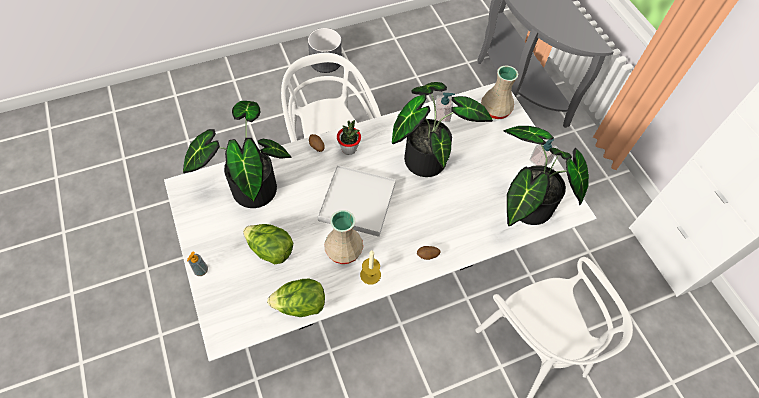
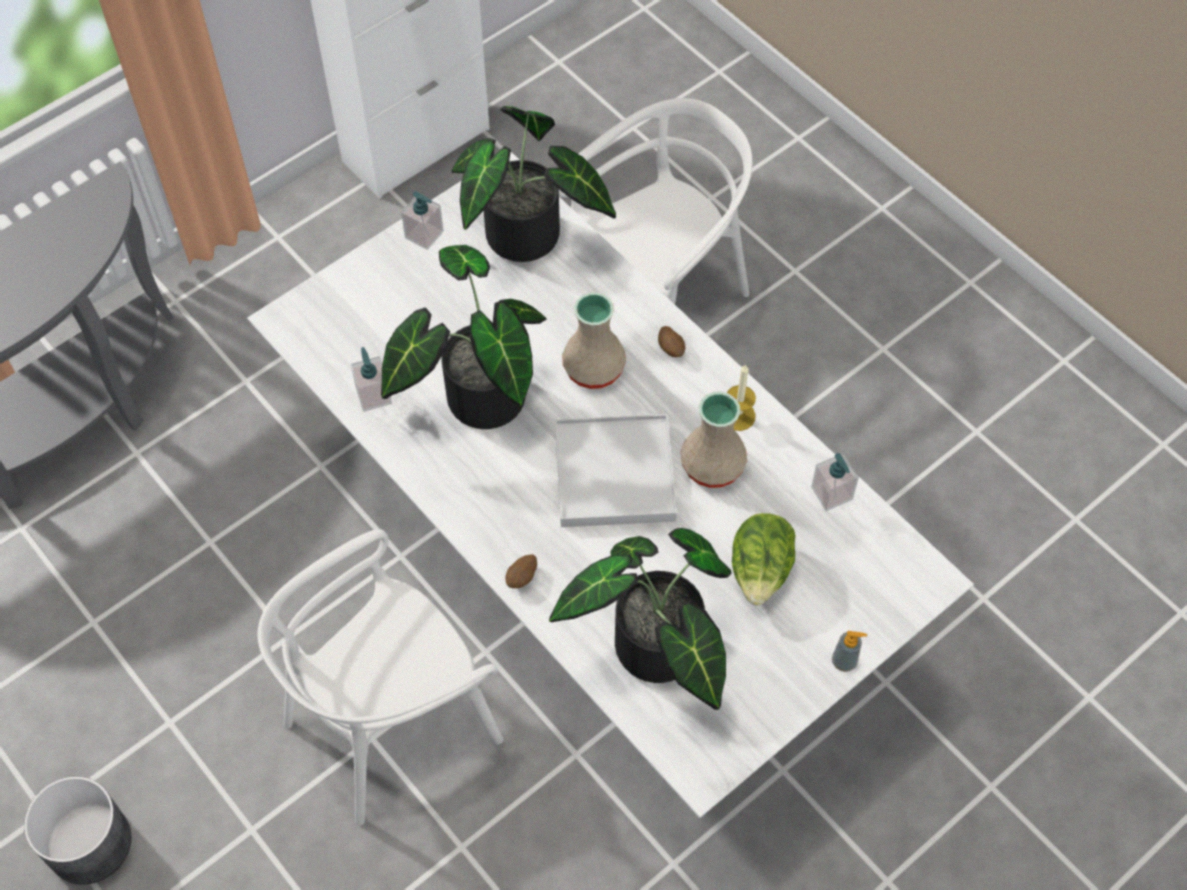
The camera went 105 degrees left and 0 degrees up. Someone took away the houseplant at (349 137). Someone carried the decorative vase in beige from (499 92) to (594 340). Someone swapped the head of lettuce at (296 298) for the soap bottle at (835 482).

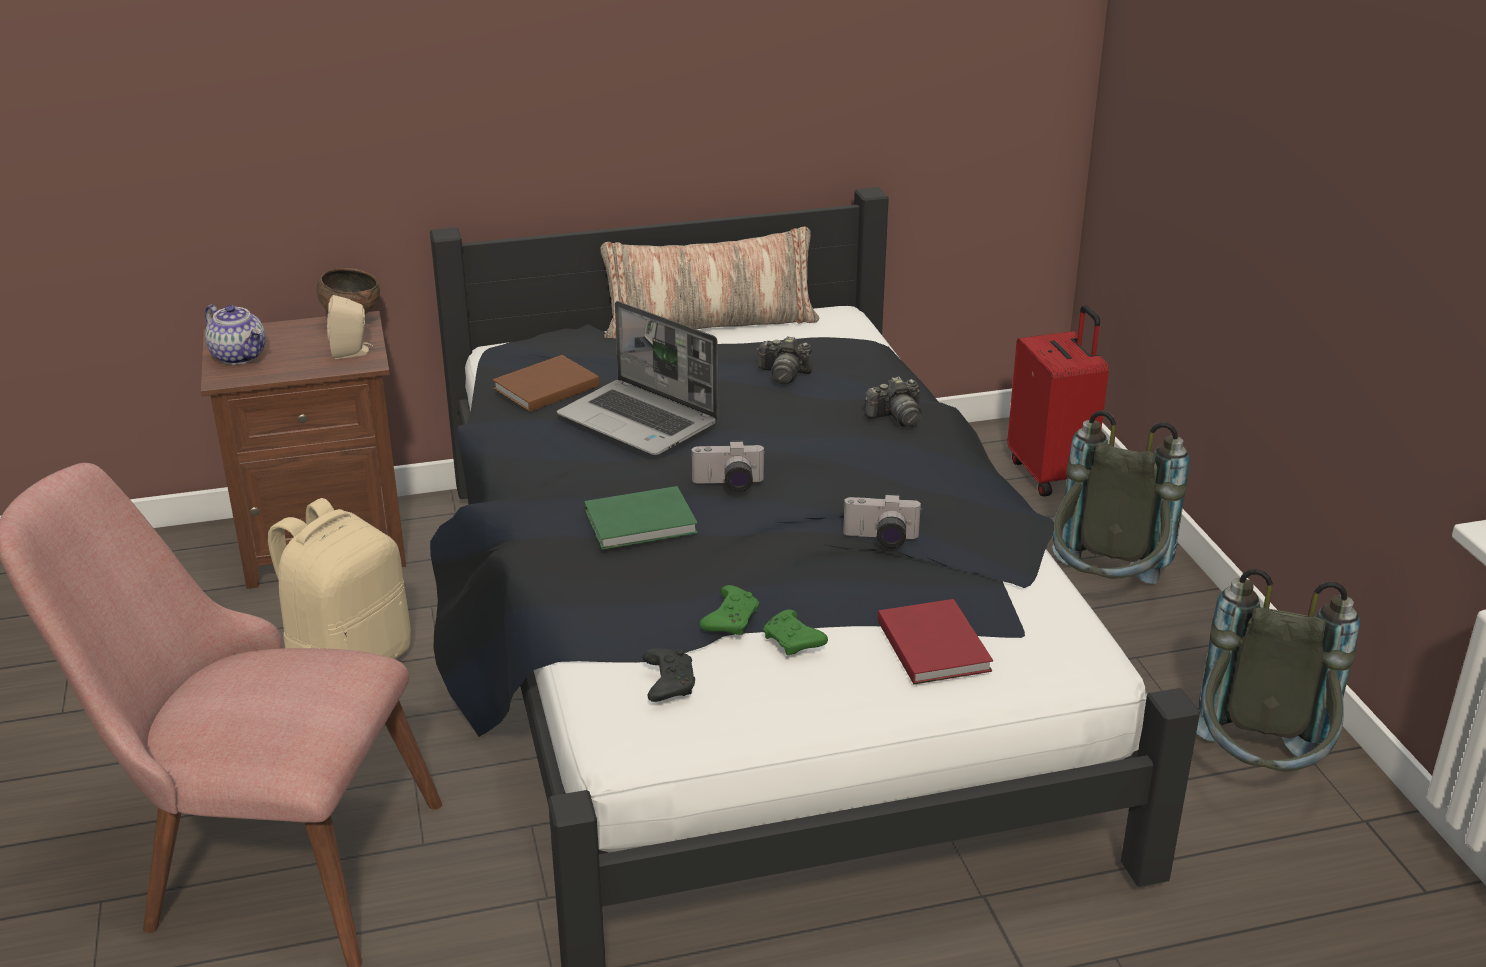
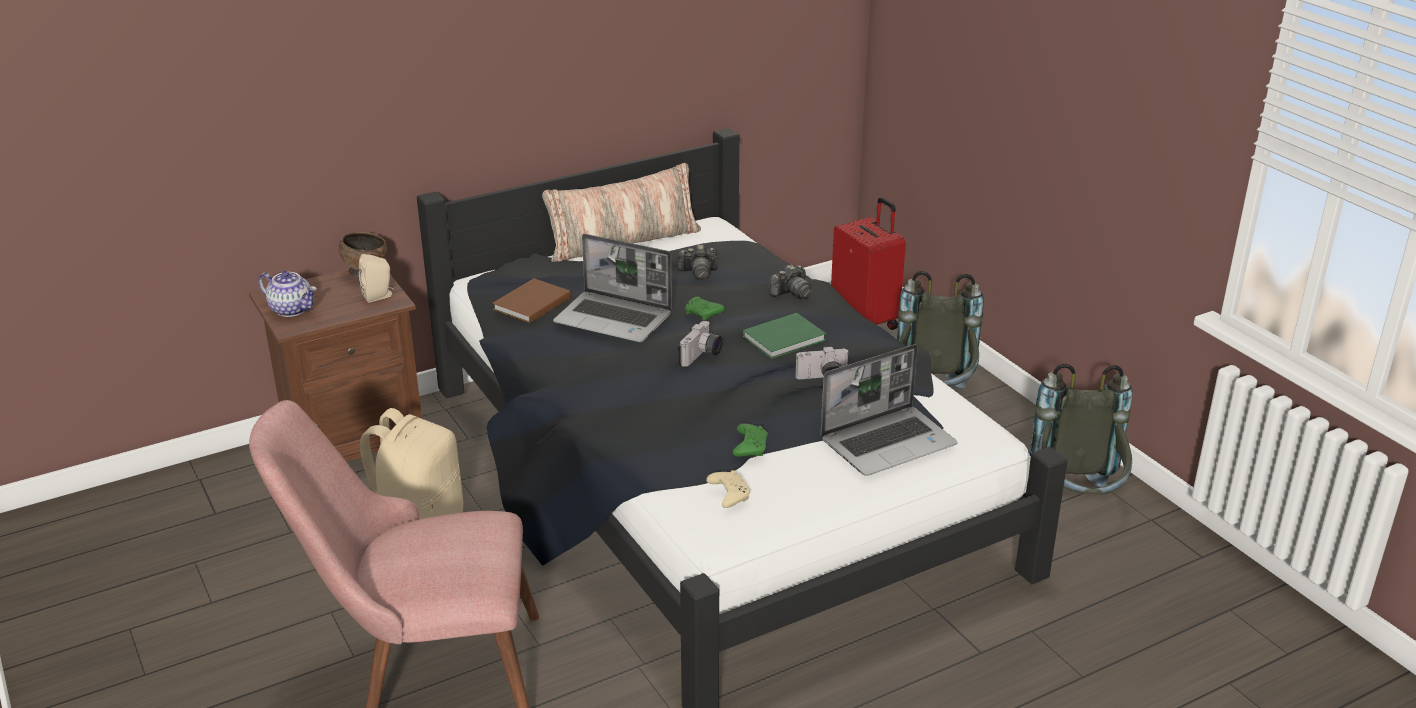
The camera went 15 degrees left and 0 degrees up. Someone carried the bound book in green from (641 518) to (784 336). Someone carried the game controller in green from (795 632) to (705 308). Someone swapped the bound book in reddish at (935 641) for the notebook computer at (889 410). Someone repainted the game controller in black-coloured at (668 675), which became the game controller in beige at (728 489). Someone rotated the still camera at (728 466) by 45 degrees counterclockwise.

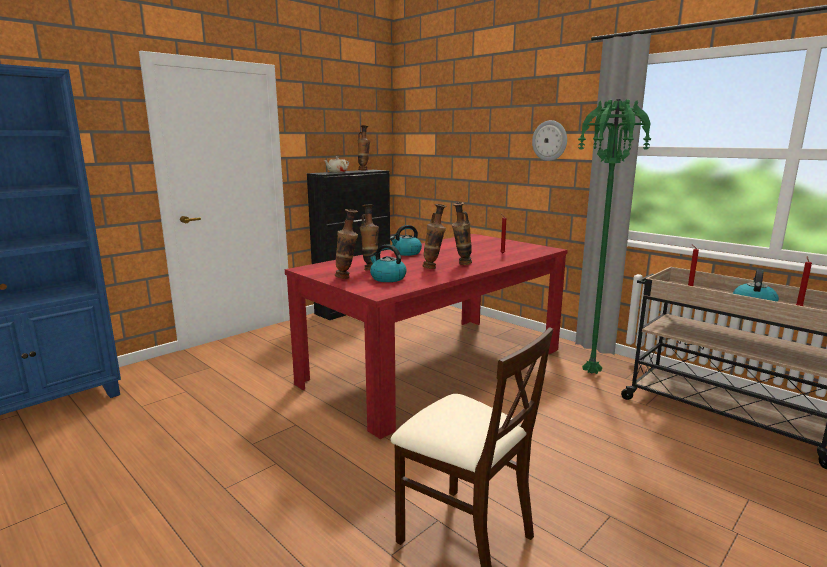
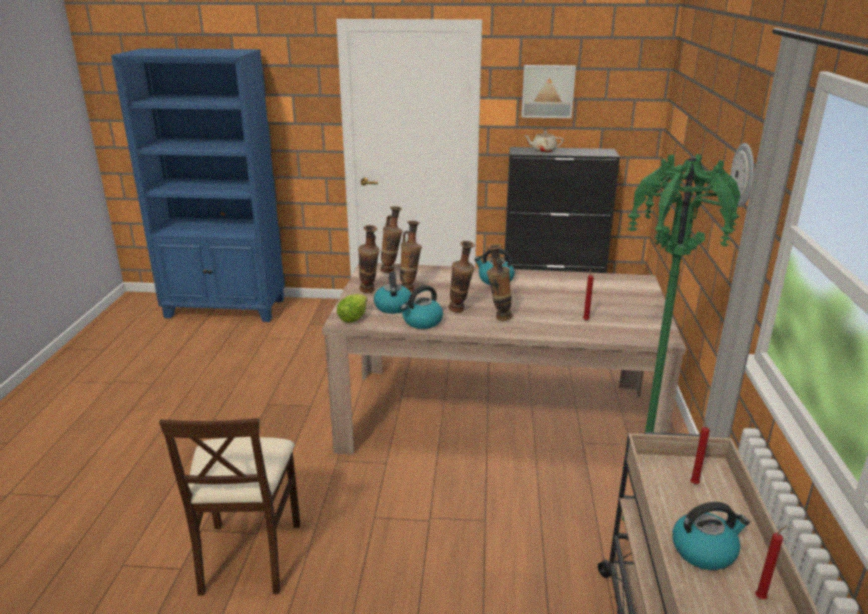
The camera went 50 degrees right and 10 degrees up. Someone put down the head of lettuce at (352 308). Someone put down the water kettle at (422 307). Someone put up the picture at (548 91). Someone carried the decorative vase from (364 148) to (391 239). Someone repainted the dinner table in reddish at (426 336), which became the dinner table in beige at (504 359).

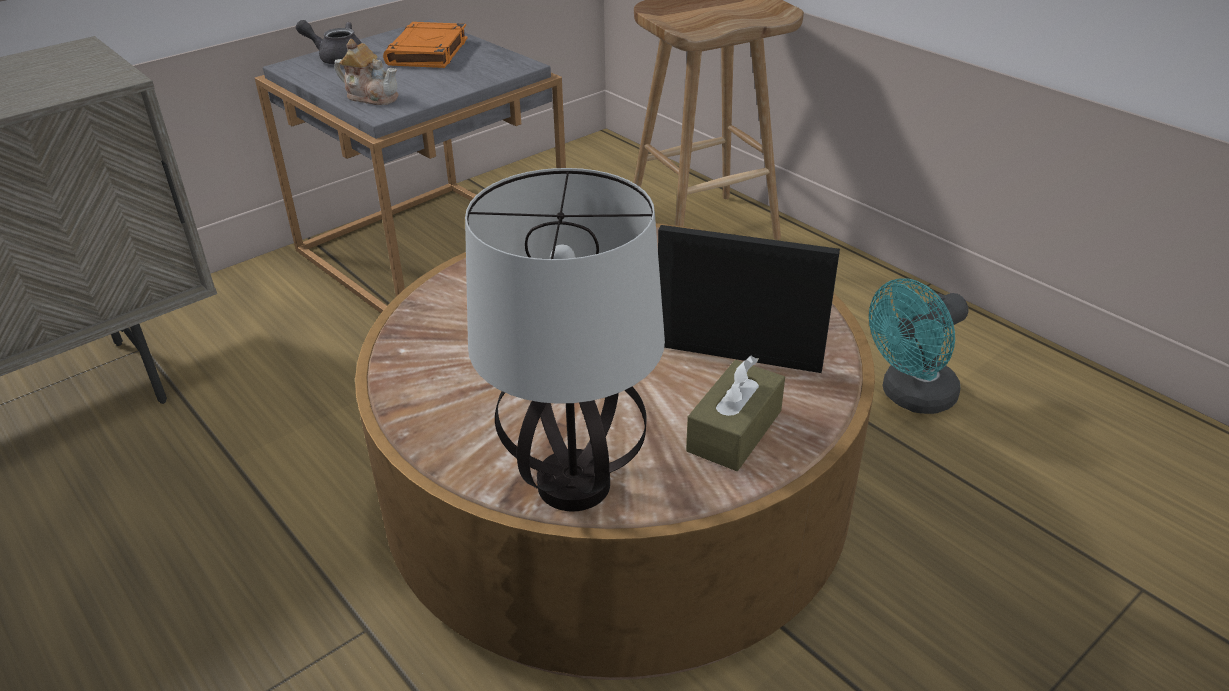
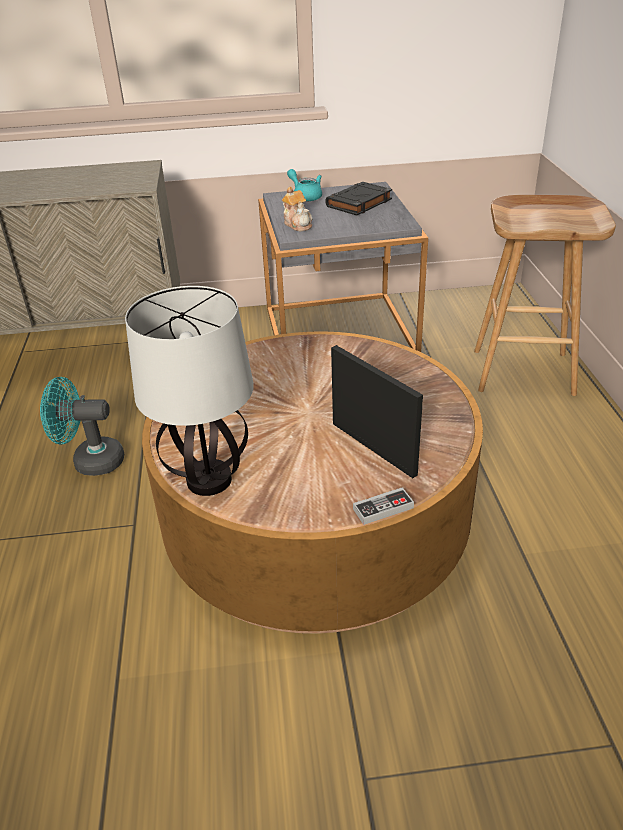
The camera went 35 degrees right and 0 degrees up. Someone took away the tissue holder in brown at (735 413). Someone put down the game controller at (383 506). Someone carried the cooling fan in blue-green from (918 346) to (82 426). Someone repainted the teapot in gray at (328 42), which became the teapot in blue-green at (304 185). Someone repainted the bound book in orange-coloured at (425 45), which became the bound book in black-coloured at (358 199).

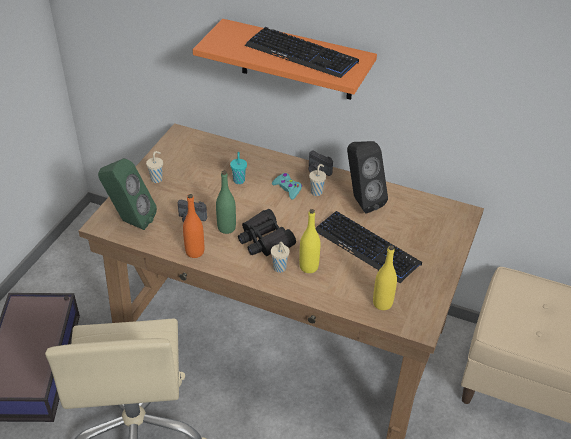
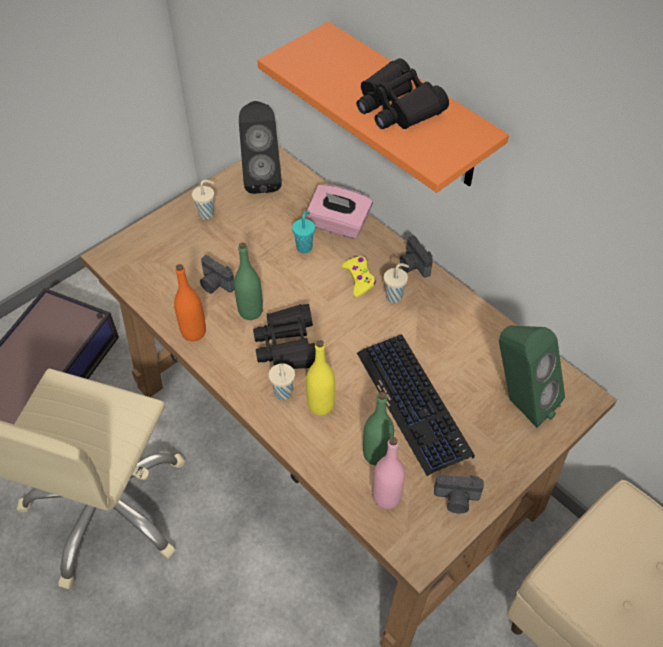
The camera went 25 degrees right and 10 degrees up. Someone put down the tissue holder in pinkish at (340 211). Someone put down the drink bottle in green at (378 429). Someone put down the still camera at (459 493). Someone carried the audio speaker in green from (127 194) to (532 377). Someone carried the audio speaker in black-coloured from (367 177) to (260 147). Someone swapped the computer keyboard at (302 52) for the binoculars in black-coloured at (403 93). Someone repainted the game controller in blue-green at (287 186), which became the game controller in yellow-coloured at (359 276). Someone repainted the drink bottle in yellow-coloured at (385 277), which became the drink bottle in pinkish at (388 473).

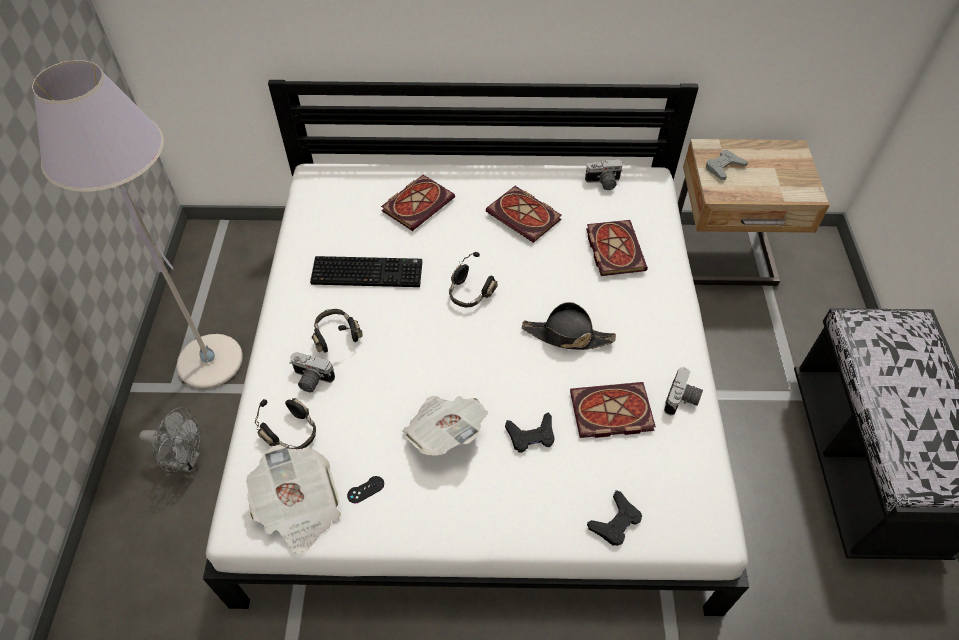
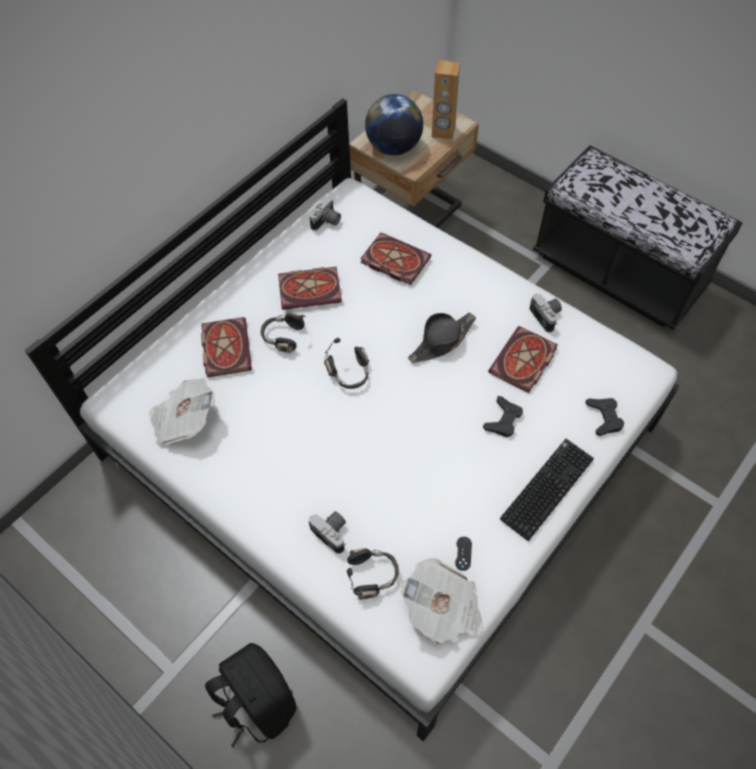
The camera went 50 degrees left and 5 degrees up. Someone took away the floor lamp in gray at (137 224). Someone put down the audio speaker in brown at (446 100). Someone carried the computer keyboard from (366 271) to (547 490). Someone carried the headset in black-coloured from (337 331) to (283 333). Someone carried the printed paper from (445 426) to (182 411). Someone swapped the cooling fan in gray at (170 440) for the backpack in black-coloured at (250 695). Someone swapped the game controller in gray at (727 165) for the desk globe at (394 124). Someone rotated the still camera at (312 372) by 105 degrees counterclockwise.

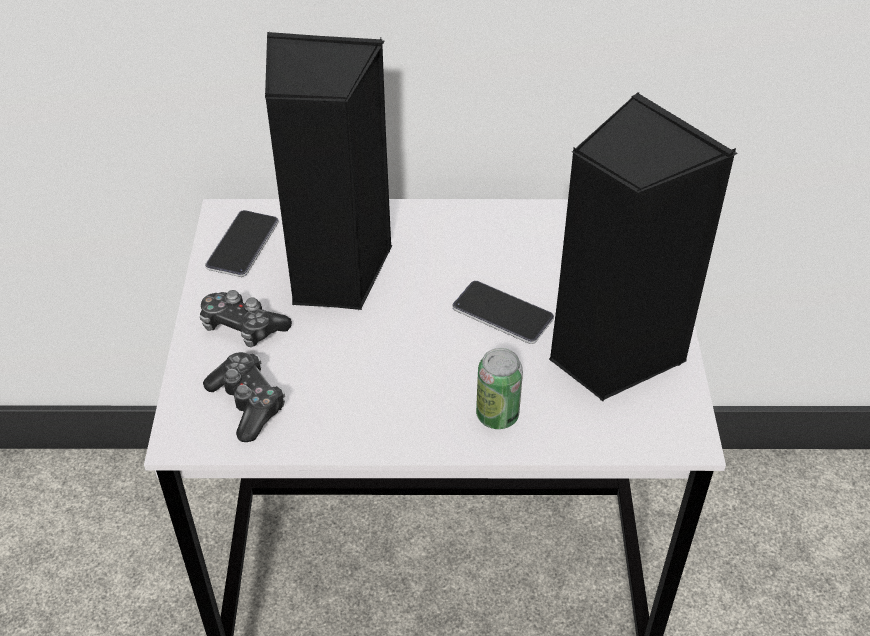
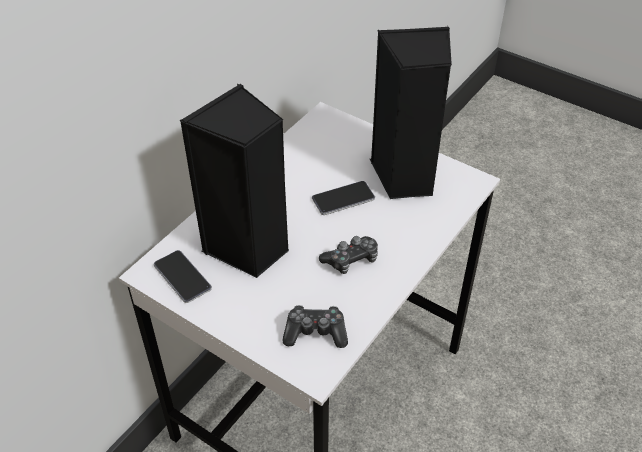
The camera went 55 degrees left and 0 degrees up. Someone took away the sealed can at (499 388). Someone carried the game controller from (246 318) to (348 255).

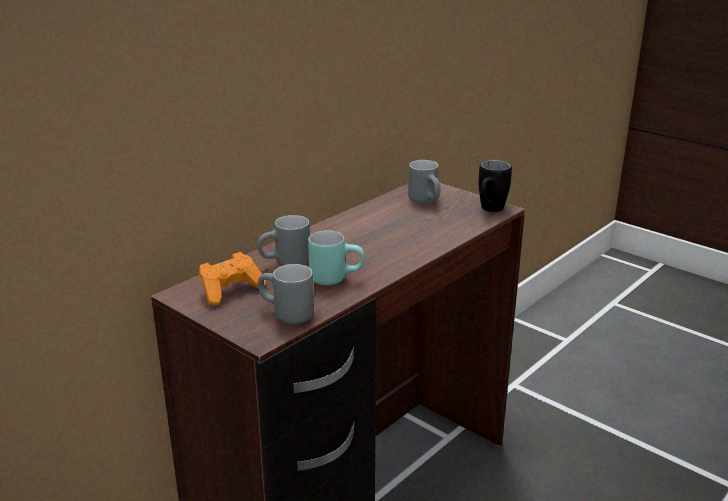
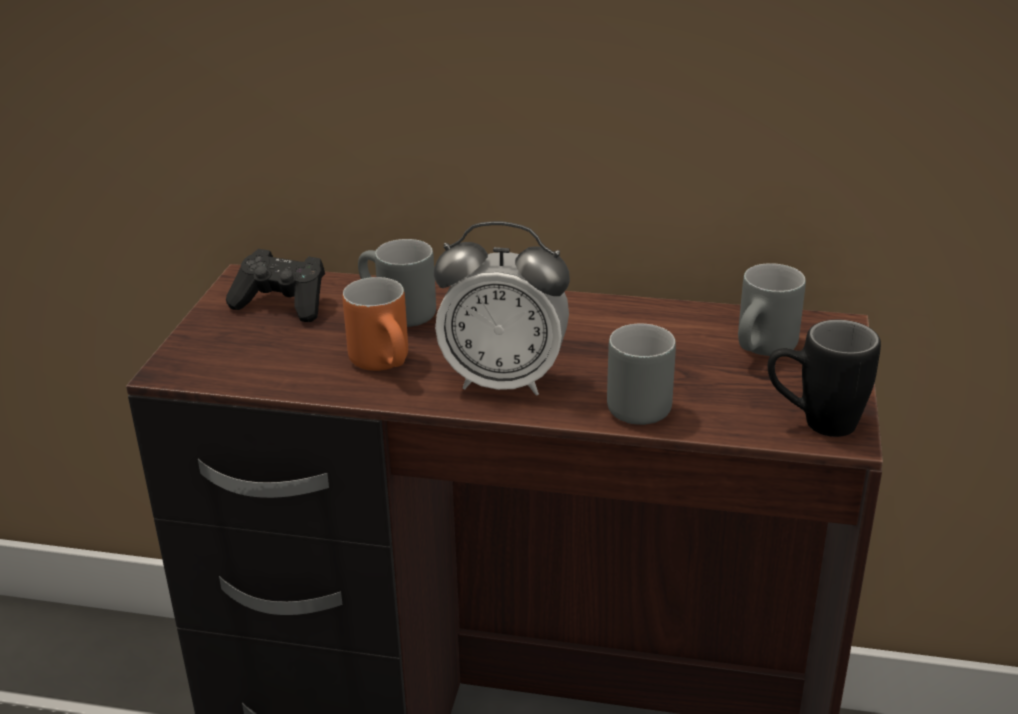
The camera went 60 degrees right and 5 degrees up. Someone put down the alarm clock at (502 308). Someone carried the tea mug in gray from (286 294) to (641 374). Someone repainted the game controller in orange-coloured at (232 279), which became the game controller in black-coloured at (275 285). Someone repainted the tea mug in blue-green at (336 257), which became the tea mug in orange-coloured at (375 324).

